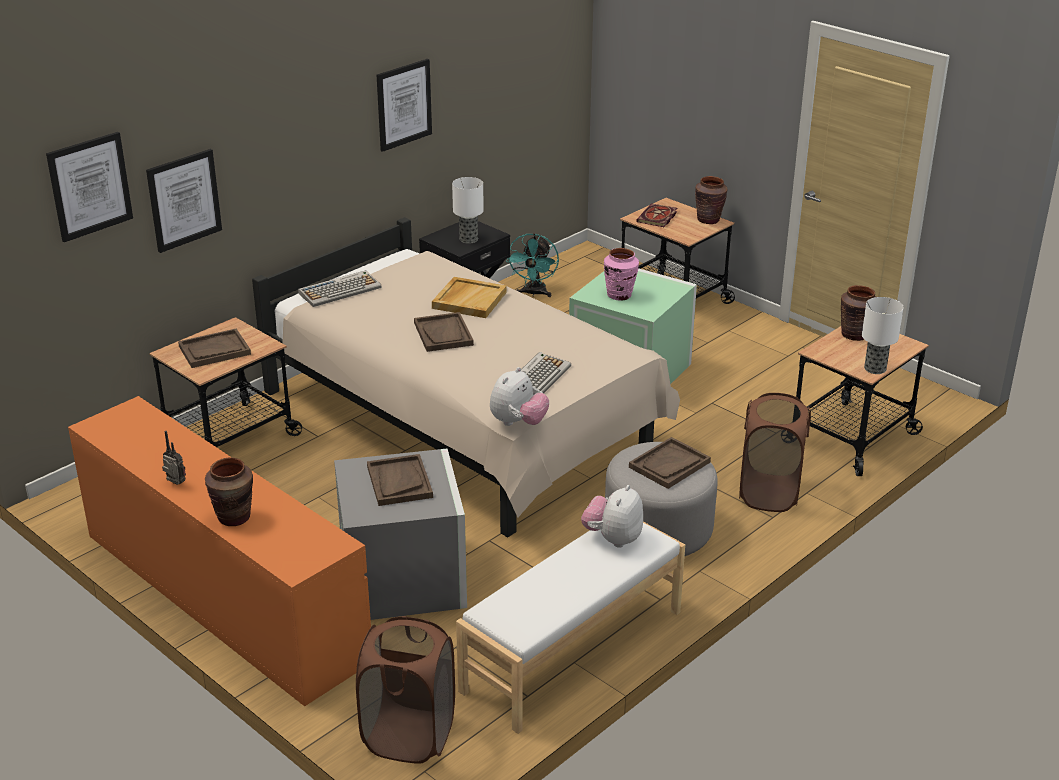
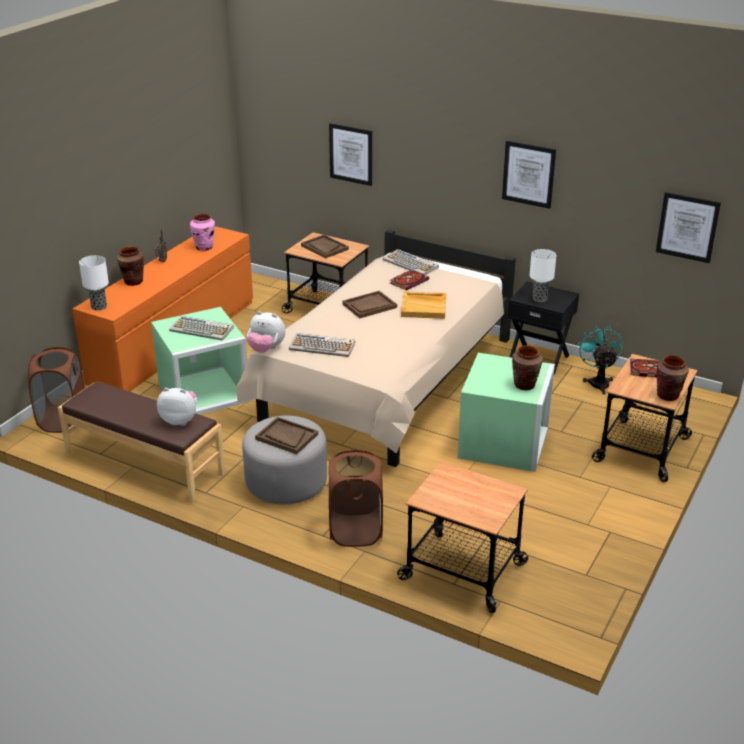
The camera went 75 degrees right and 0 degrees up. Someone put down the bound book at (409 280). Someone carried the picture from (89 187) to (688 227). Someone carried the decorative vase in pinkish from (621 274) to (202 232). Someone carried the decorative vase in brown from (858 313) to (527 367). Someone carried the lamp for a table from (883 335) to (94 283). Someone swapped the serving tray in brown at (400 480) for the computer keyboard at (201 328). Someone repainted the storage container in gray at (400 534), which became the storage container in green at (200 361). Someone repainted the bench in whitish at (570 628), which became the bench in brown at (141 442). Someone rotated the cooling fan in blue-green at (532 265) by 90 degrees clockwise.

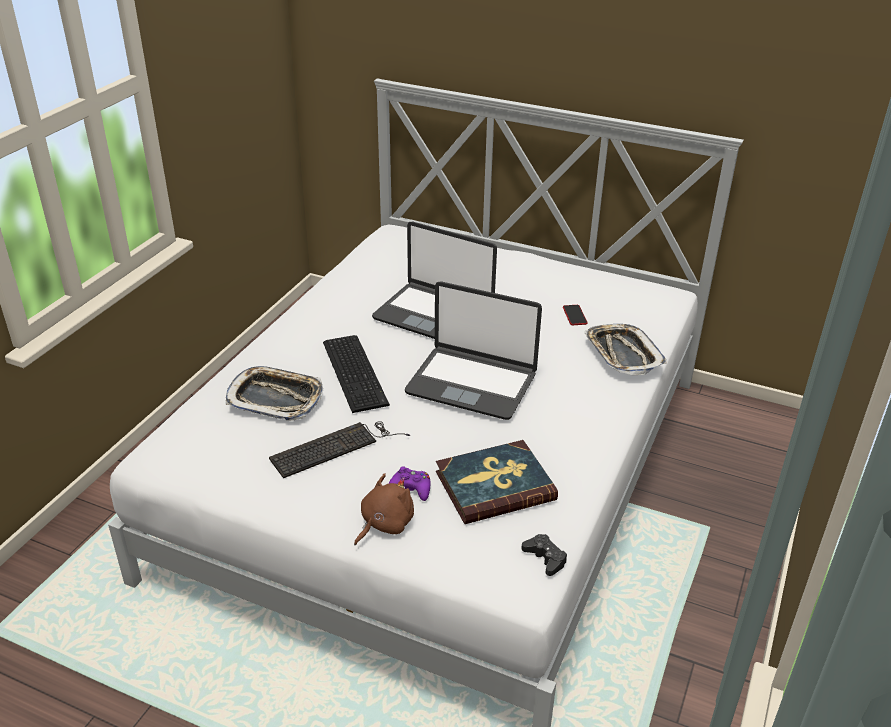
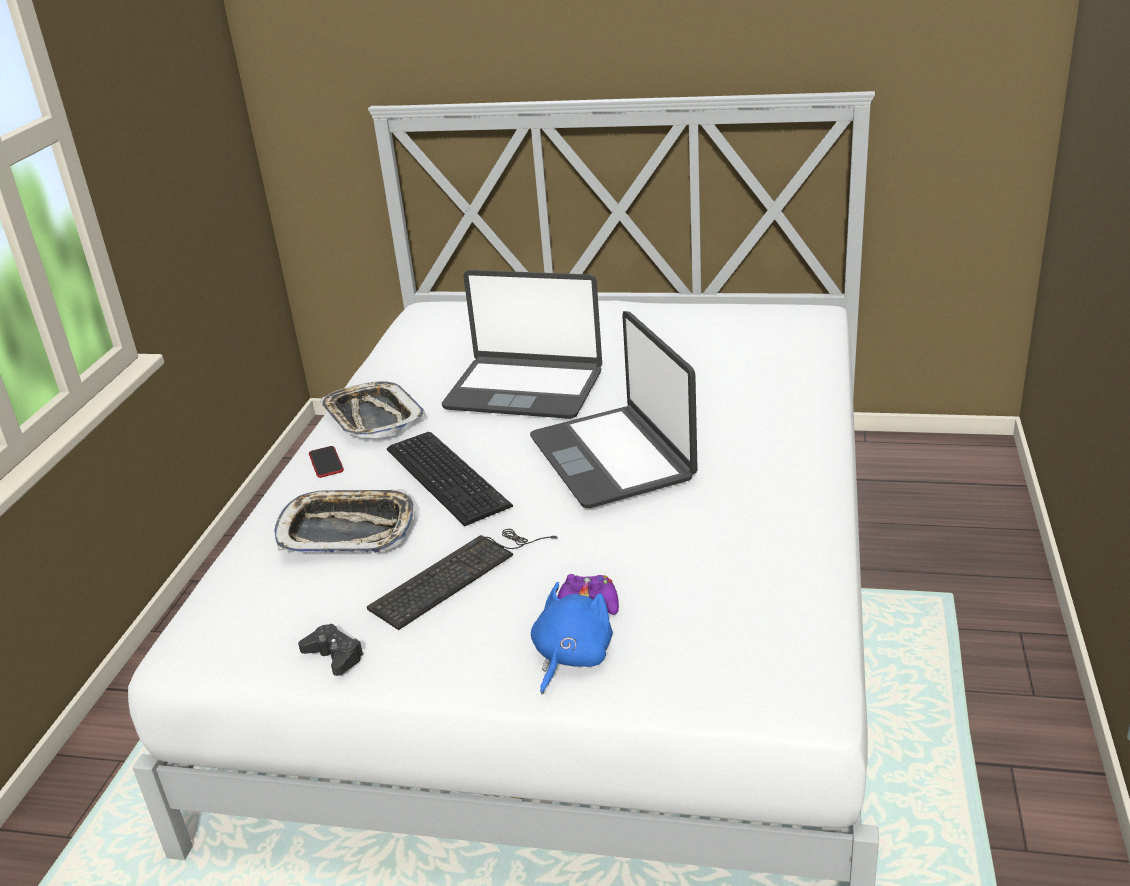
The camera went 10 degrees left and 5 degrees down. Someone took away the bound book at (497 482). Someone carried the game controller in black-coloured from (544 555) to (331 649). Someone carried the handset from (575 315) to (326 462). Someone carried the serving tray from (625 349) to (372 409). Someone repainted the cuddly toy in brown at (384 509), which became the cuddly toy in blue-coloured at (572 637). Someone rotated the notebook computer at (473 350) by 60 degrees clockwise.

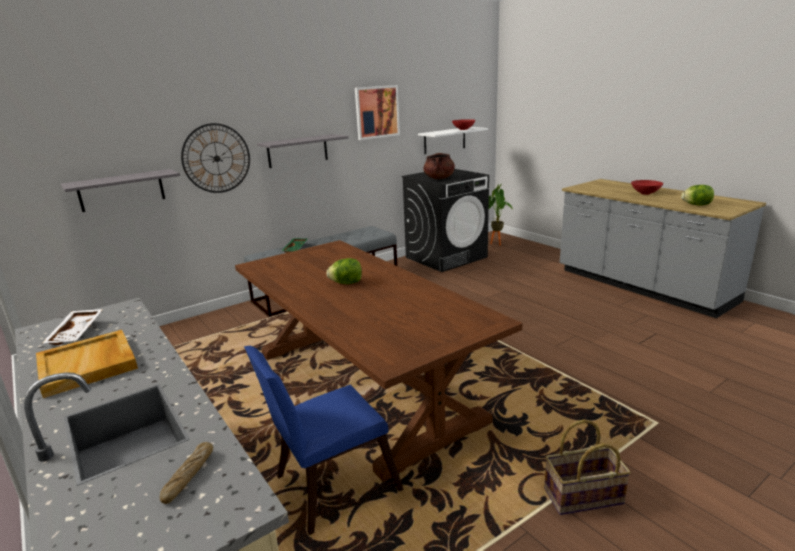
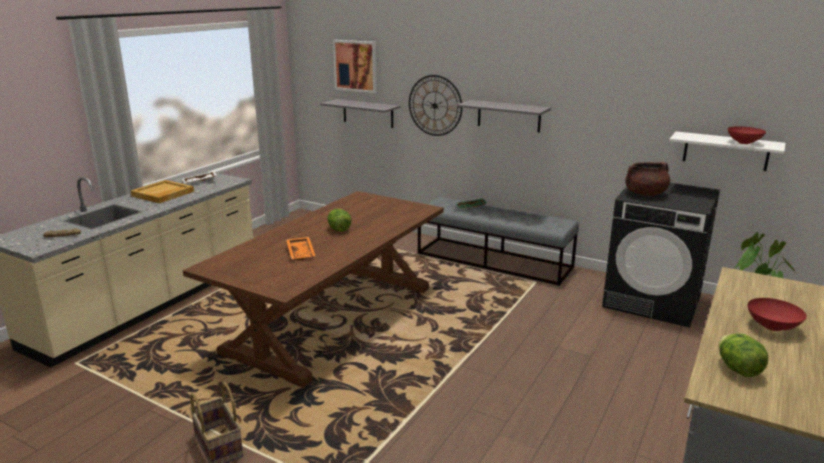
The camera went 65 degrees right and 0 degrees up. Someone took away the chair in blue-coloured at (324 440). Someone put down the serving tray in orange-coloured at (300 248). Someone carried the picture from (377 112) to (355 66).

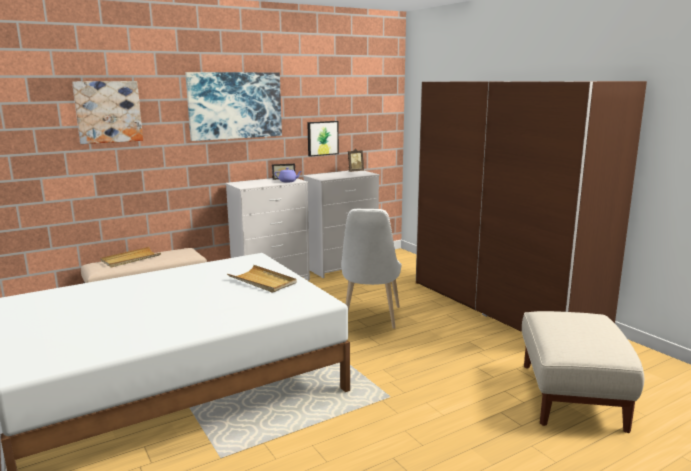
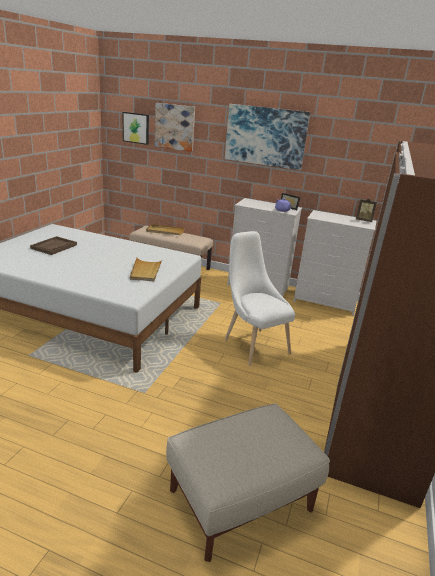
The camera went 50 degrees right and 10 degrees up. Someone put down the serving tray in brown at (53 245). Someone carried the picture from (323 138) to (135 128). Someone rotated the chair in whitish at (371 269) by 90 degrees clockwise.

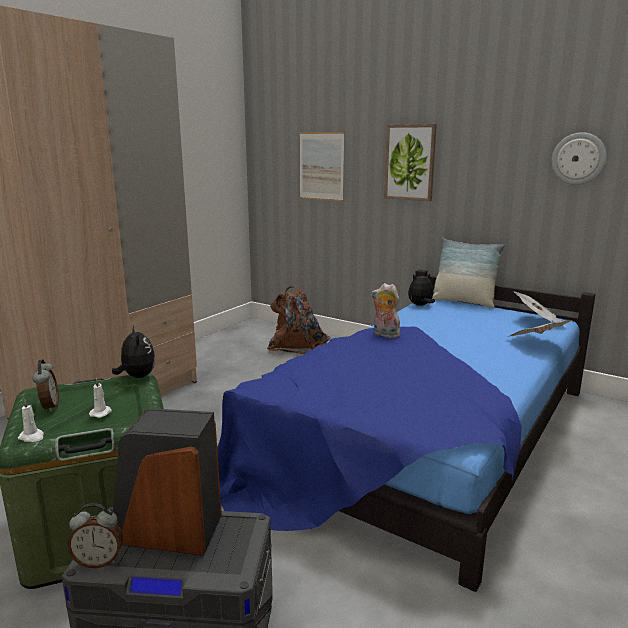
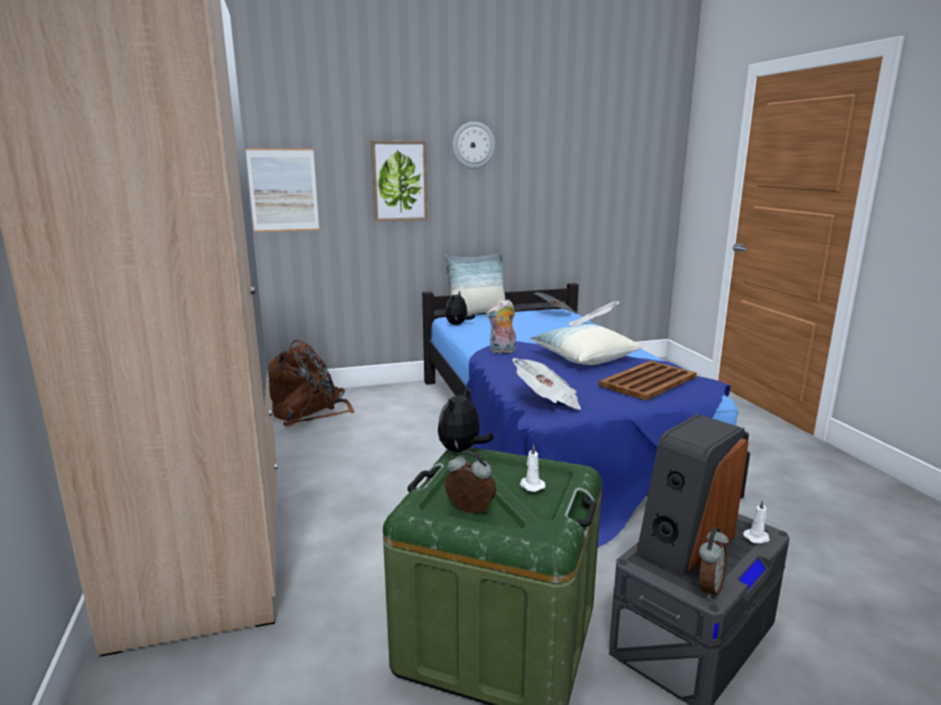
The camera went 50 degrees left and 0 degrees up. Someone put down the printed paper at (546 384). Someone put down the pillow at (586 344). Someone put down the serving tray in brown at (648 381). Someone carried the wax candle in whitish from (31 420) to (756 521). Someone carried the hanging clock from (579 158) to (473 145). Someone rotated the cuddly toy at (133 352) by 75 degrees counterclockwise.

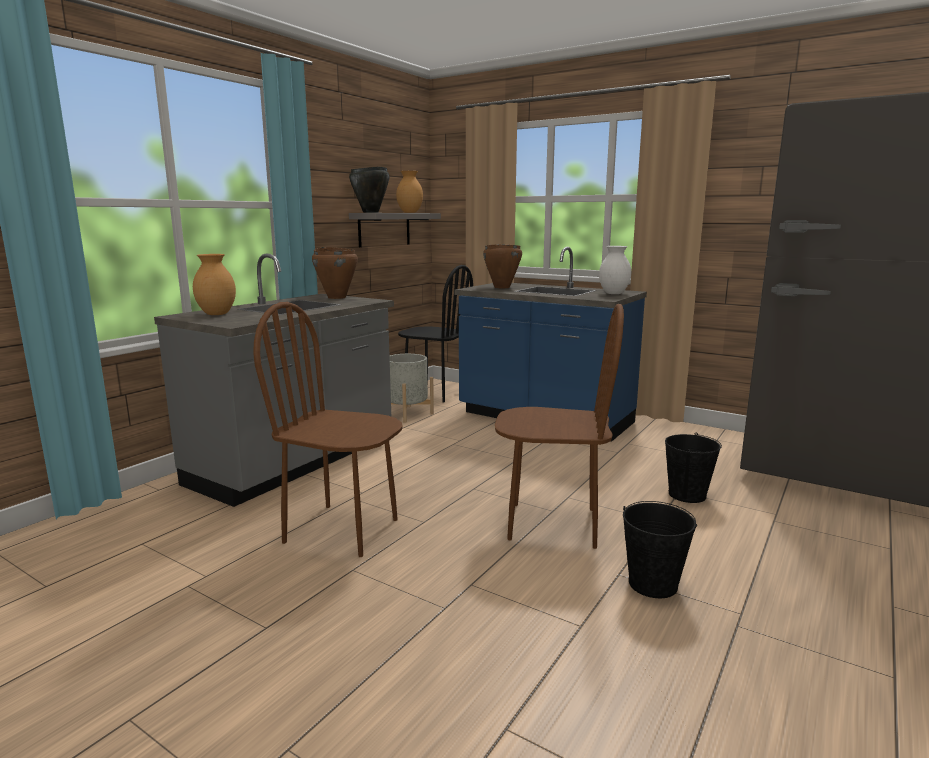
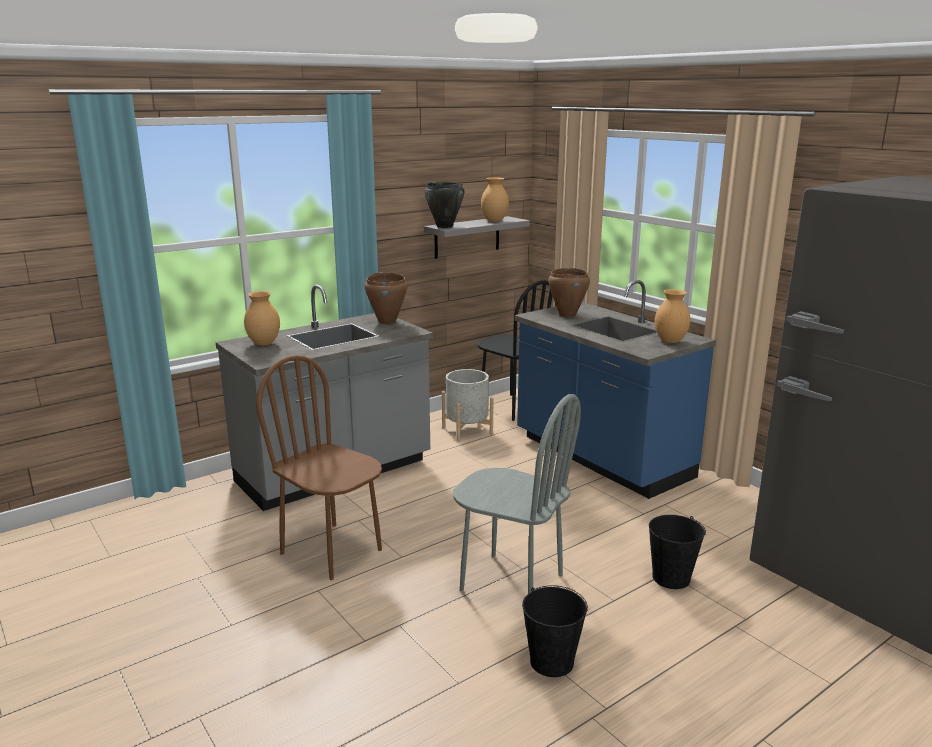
The camera went 20 degrees right and 5 degrees up. Someone repainted the chair in brown at (559 426), which became the chair in gray at (517 494). Someone repainted the decorative vase in whitish at (615 270), which became the decorative vase in brown at (672 316).

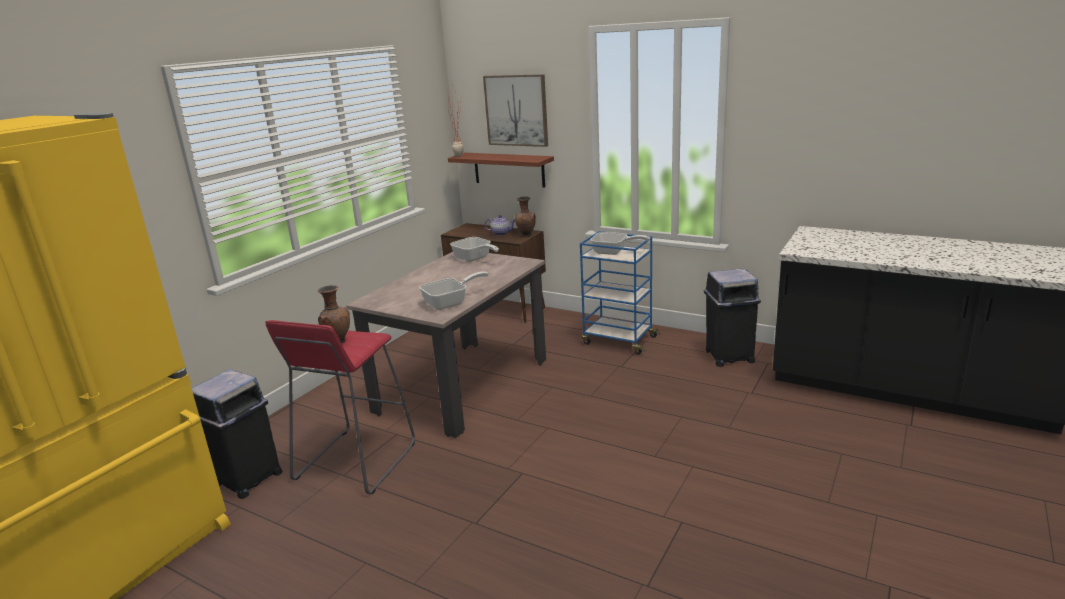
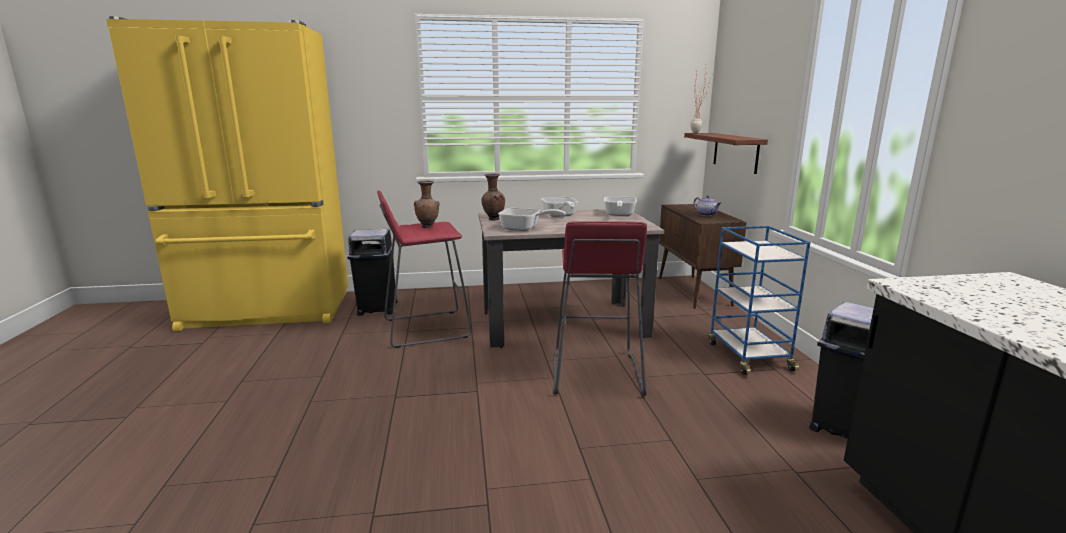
The camera went 50 degrees right and 5 degrees down. Someone took away the picture at (515 110). Someone put down the stool in reddish at (600 308). Someone carried the decorative vase in brown from (525 216) to (493 197). Someone carried the frying pan from (620 243) to (559 207).

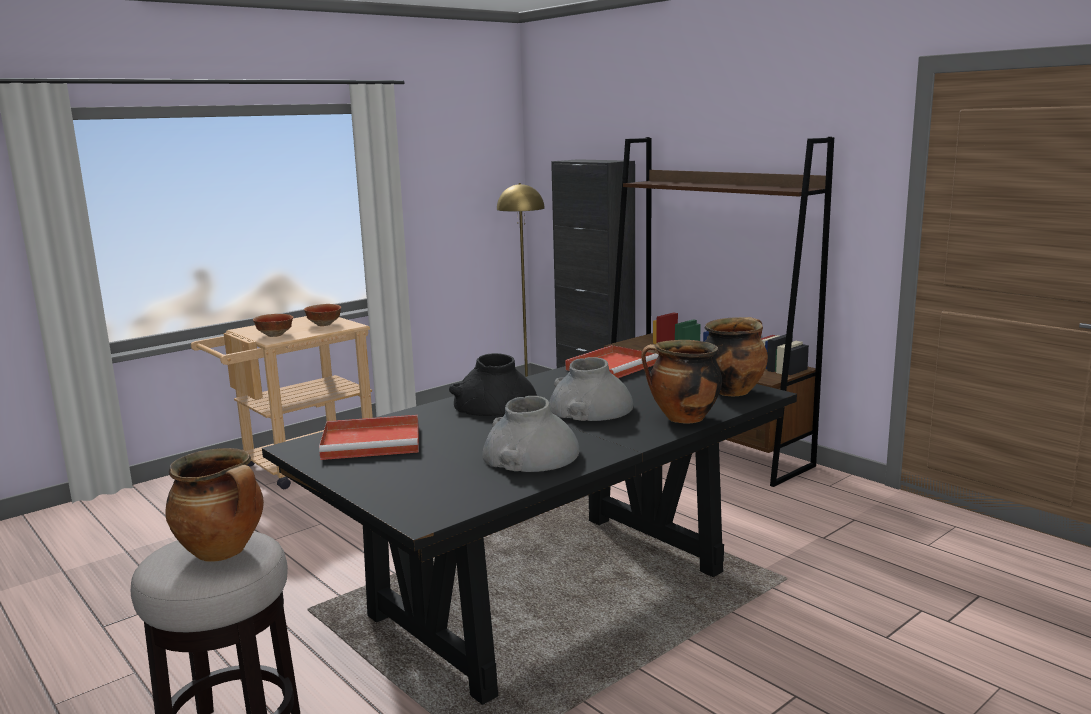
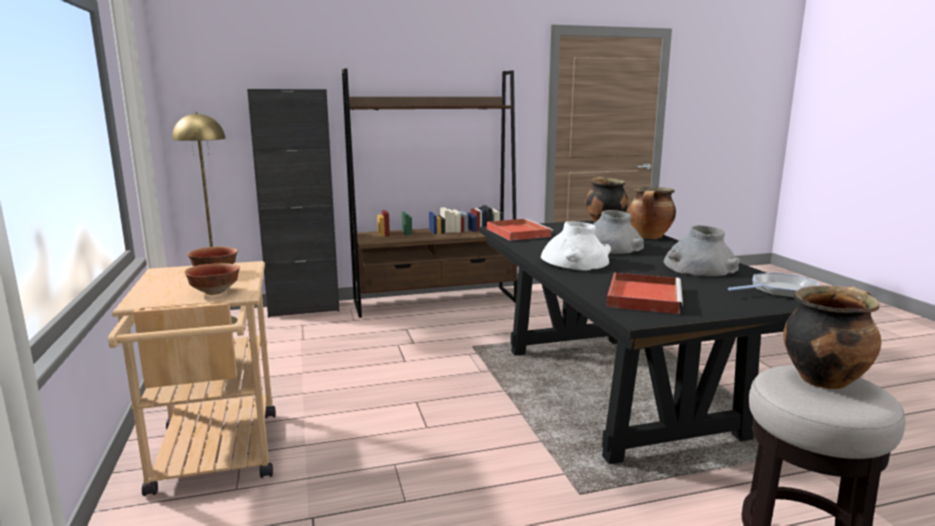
The camera went 65 degrees left and 0 degrees up. Someone put down the frying pan at (773 285). Someone repainted the decorative vase in black-coloured at (493 384), which became the decorative vase in whitish at (576 246).

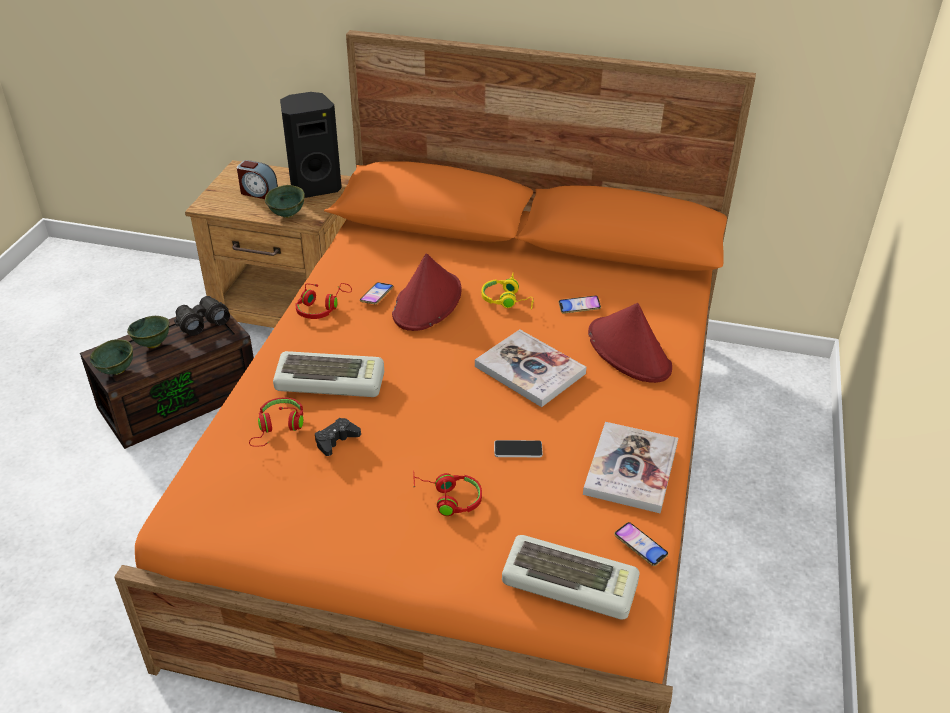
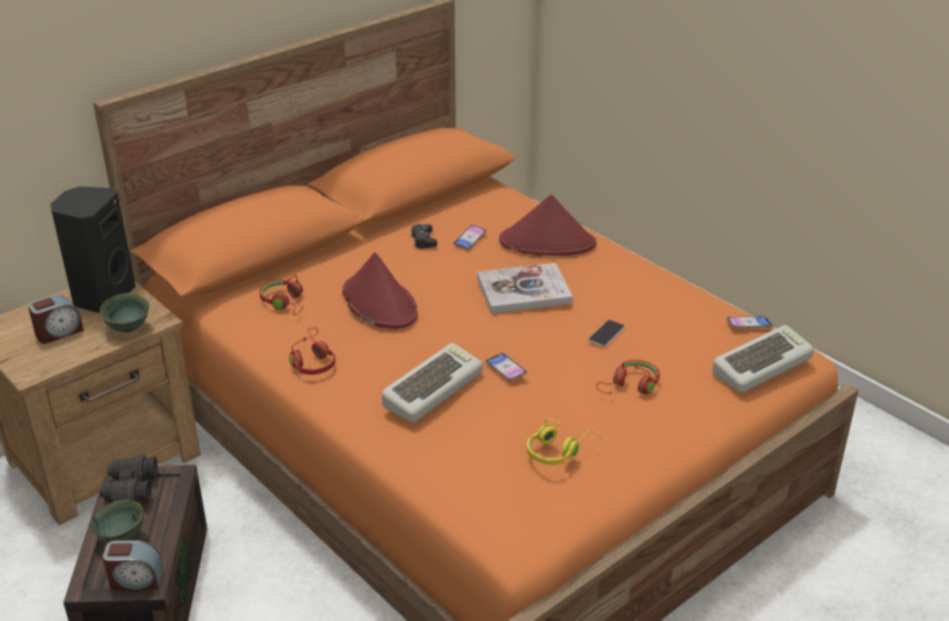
The camera went 55 degrees left and 5 degrees down. Someone took away the bound book at (630 468). Someone carried the headset in reddish from (276 422) to (281 295). Someone carried the game controller in black-coloured from (338 437) to (424 236). Someone carried the handset from (376 293) to (506 367). Someone carried the headset in yellow-coloured from (507 291) to (564 441). Someone swapped the deep dish in green at (111 357) for the alarm clock at (133 565).

